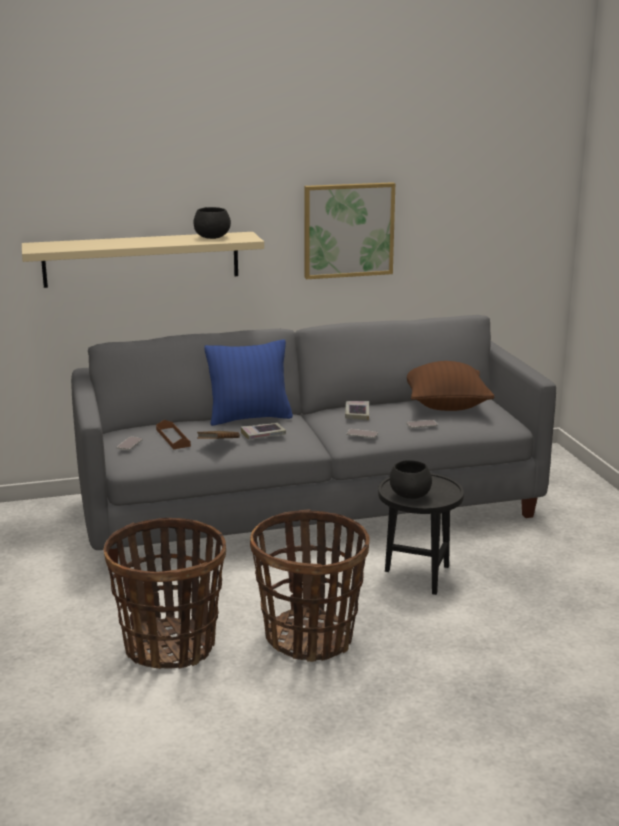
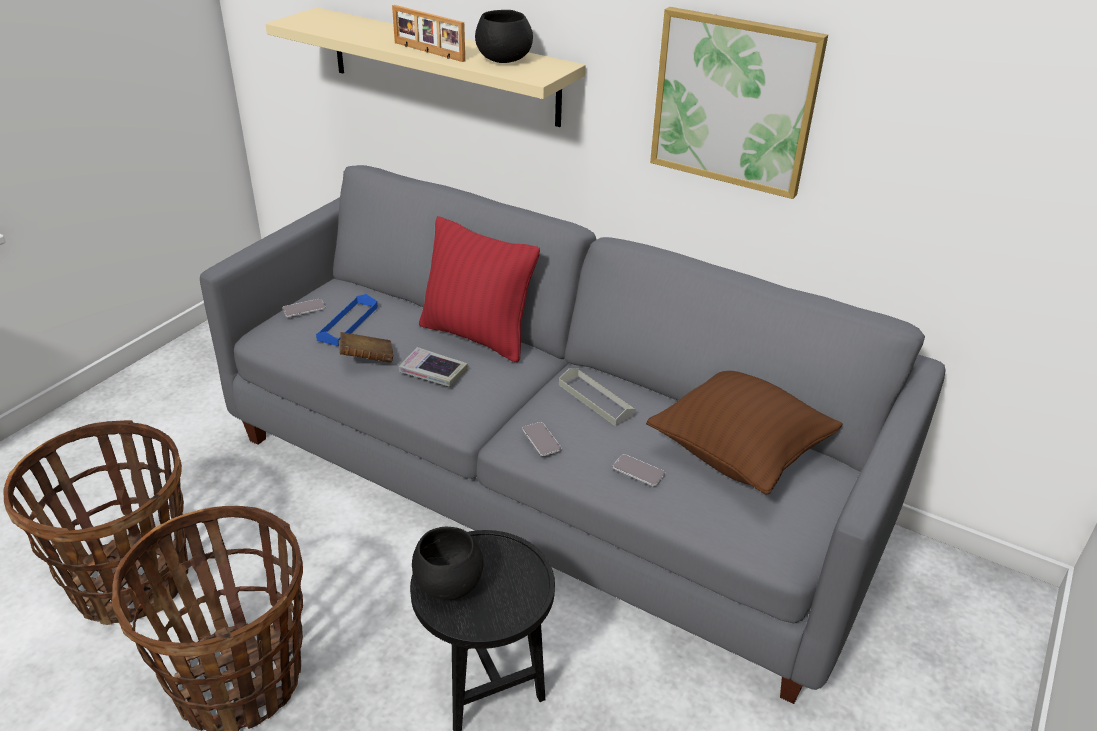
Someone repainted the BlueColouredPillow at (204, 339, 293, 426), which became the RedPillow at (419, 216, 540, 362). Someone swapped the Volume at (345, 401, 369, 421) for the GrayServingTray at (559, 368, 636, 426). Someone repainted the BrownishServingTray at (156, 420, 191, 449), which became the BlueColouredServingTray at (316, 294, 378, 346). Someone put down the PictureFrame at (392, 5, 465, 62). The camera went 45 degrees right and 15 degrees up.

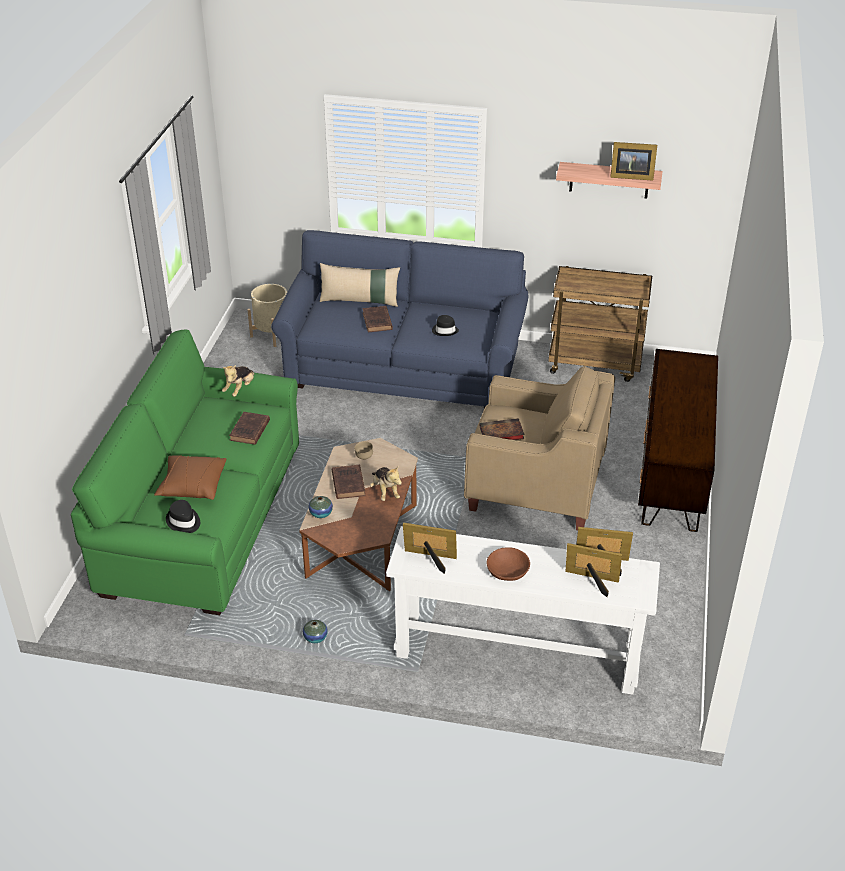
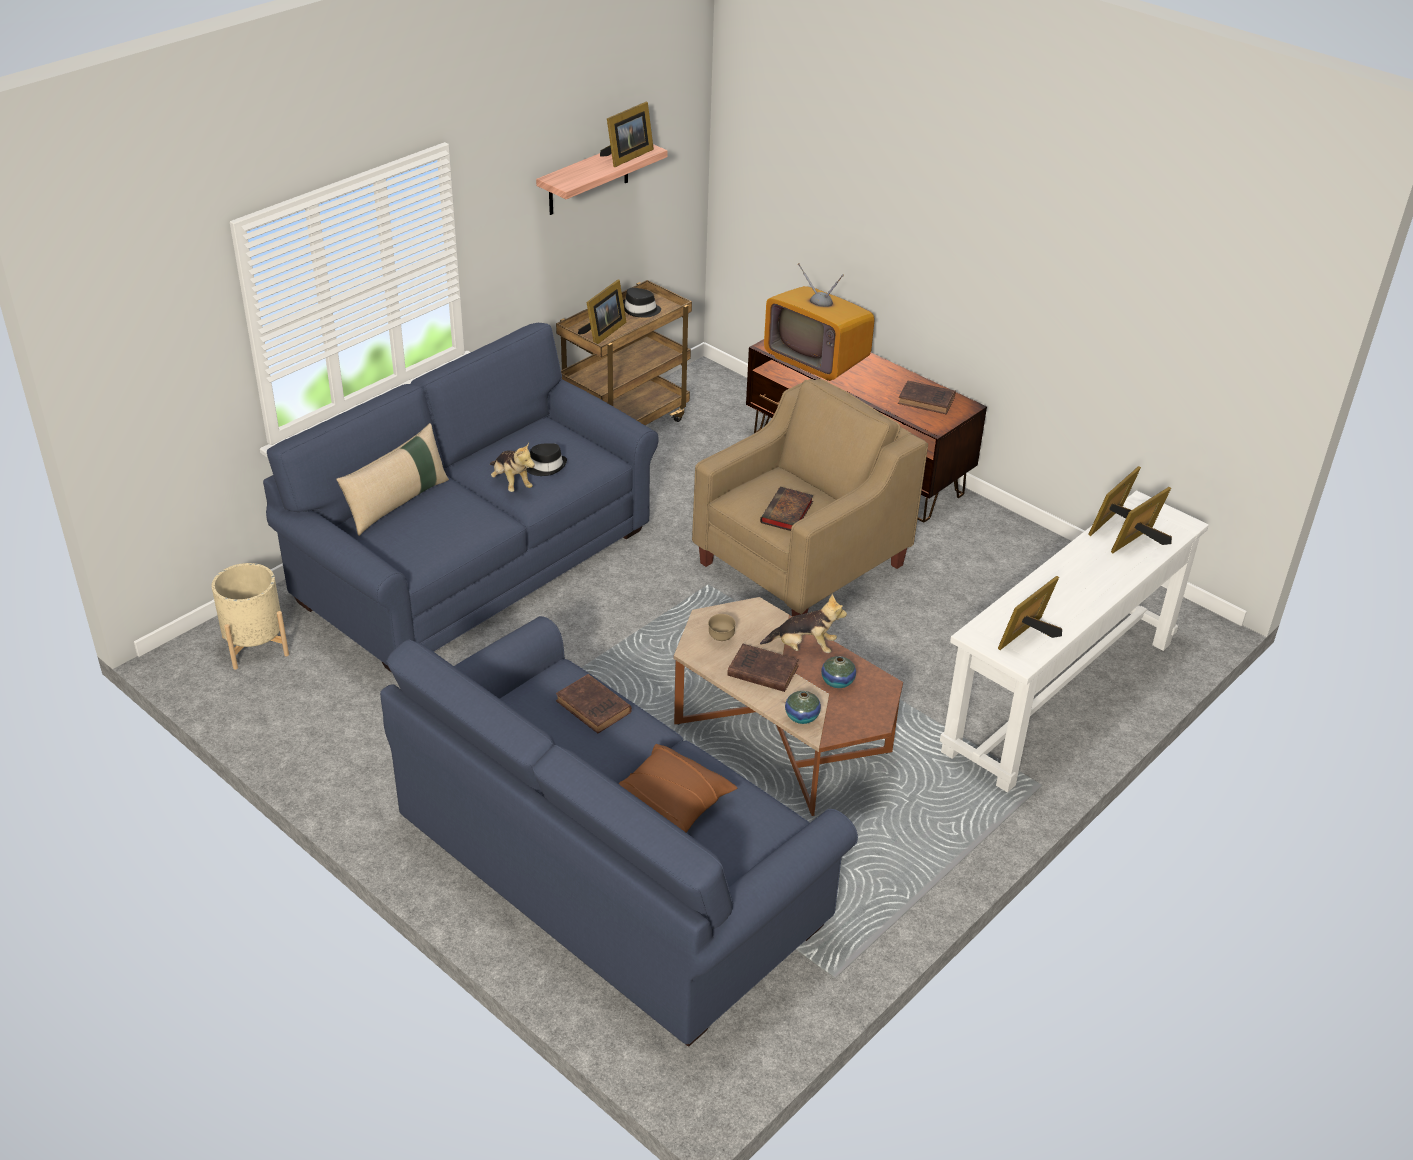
Someone carried the BrownishVolume from (362, 306, 393, 332) to (898, 380, 956, 414). Someone repainted the GreenishSofa at (71, 329, 299, 615), which became the BlueColouredSofa at (380, 616, 858, 1047). Someone carried the PlushToy from (222, 365, 255, 397) to (490, 442, 535, 492). Someone carried the BlackColouredWearableHat from (166, 500, 200, 533) to (623, 288, 661, 318). Someone took away the BrownishBowl at (487, 547, 530, 581). Someone carried the Vase from (303, 620, 328, 643) to (821, 656, 856, 688). Someone put down the TvSet at (764, 263, 875, 381). Someone put down the PictureFrame at (578, 280, 626, 344). The camera went 60 degrees left and 0 degrees up.

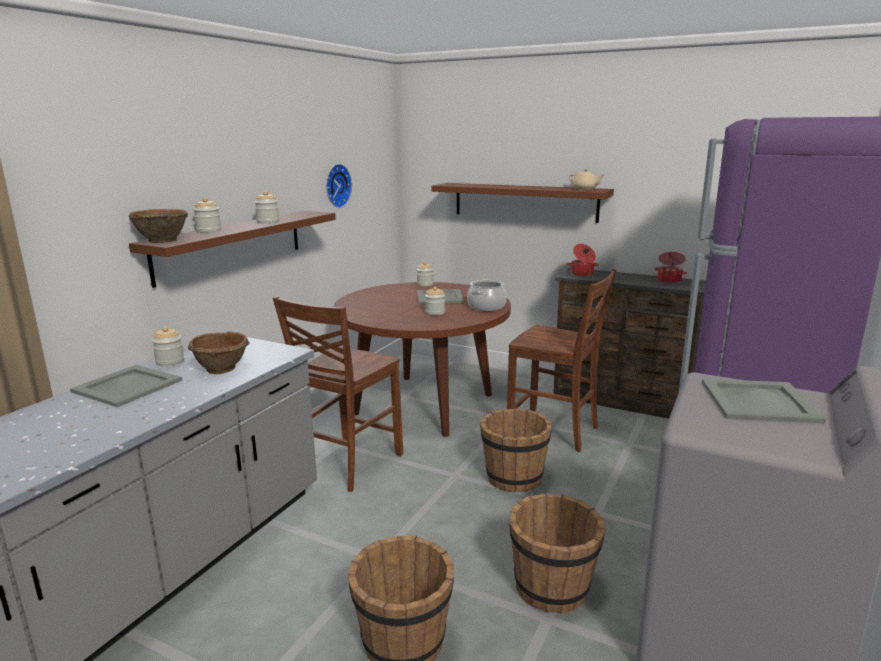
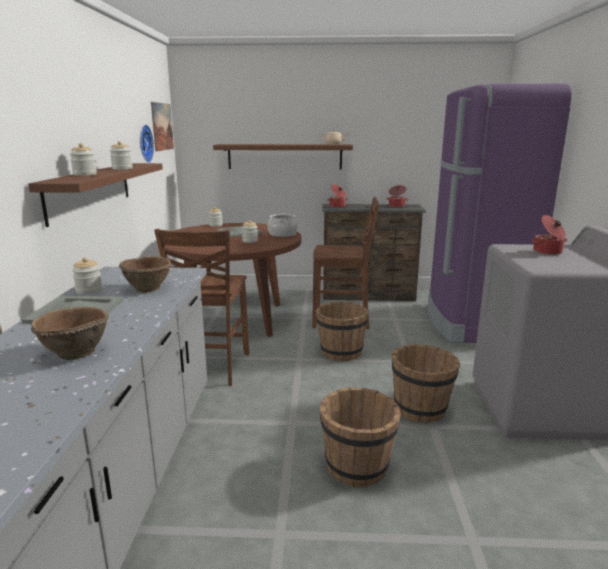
Someone carried the BrownishBowl from (129, 209, 188, 243) to (31, 307, 109, 360). Someone swapped the GrayServingTray at (702, 379, 826, 424) for the Stockpot at (531, 215, 568, 255). Someone put up the Picture at (151, 102, 174, 152). The camera went 25 degrees left and 0 degrees up.

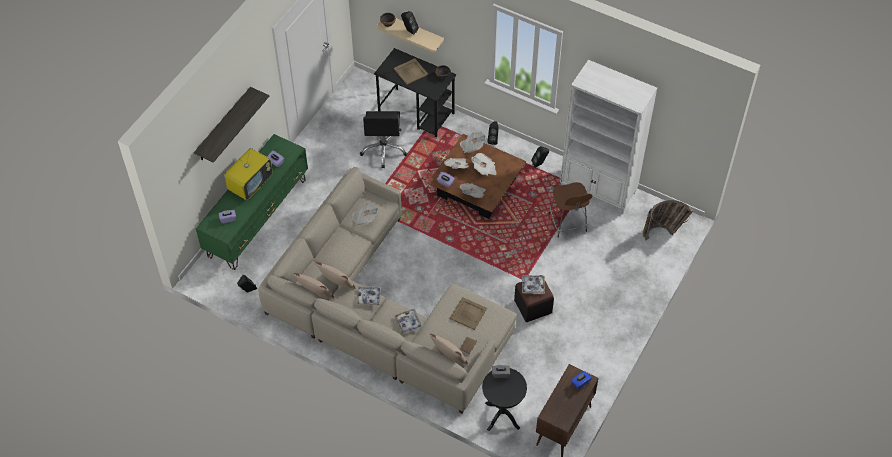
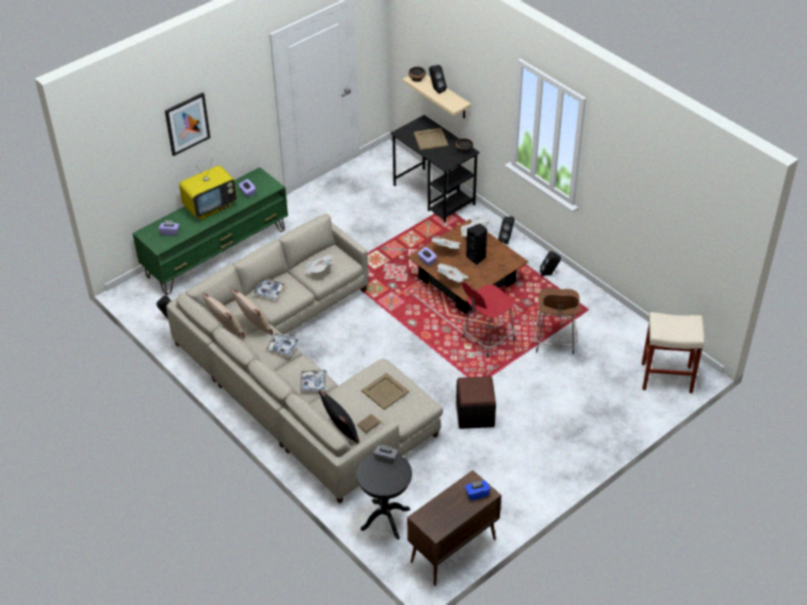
Someone took away the WhiteColouredBookcase at (560, 60, 657, 214). Someone swapped the BracketShelf at (194, 87, 269, 163) for the Picture at (165, 92, 211, 156). Someone took away the BlackColouredComputerChair at (360, 111, 408, 168). Someone swapped the PrintedPaper at (472, 153, 497, 176) for the BlackColouredSpeaker at (466, 224, 487, 265). Someone swapped the Basket at (643, 200, 693, 240) for the SandColouredStoolSeat at (642, 312, 704, 393). Someone carried the ServingTray from (522, 275, 545, 294) to (252, 279, 286, 300). Someone repainted the SandColouredPillow at (429, 334, 468, 365), which became the BlackColouredPillow at (319, 390, 359, 443). Someone put down the RedStoolSeat at (462, 282, 515, 358). The camera went 20 degrees right and 10 degrees down.

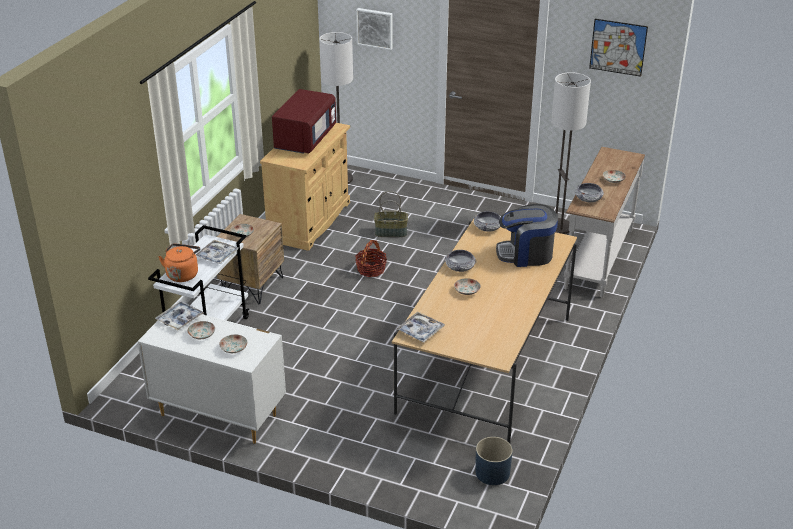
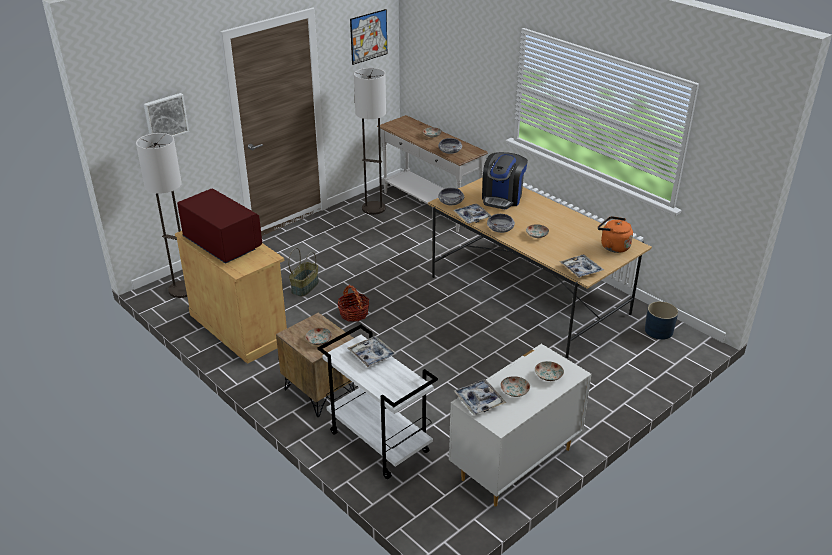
Someone carried the OrangeColouredKettle from (158, 243, 200, 282) to (598, 216, 633, 253). Someone put down the ServingTray at (453, 204, 491, 223). The camera went 65 degrees left and 0 degrees up.

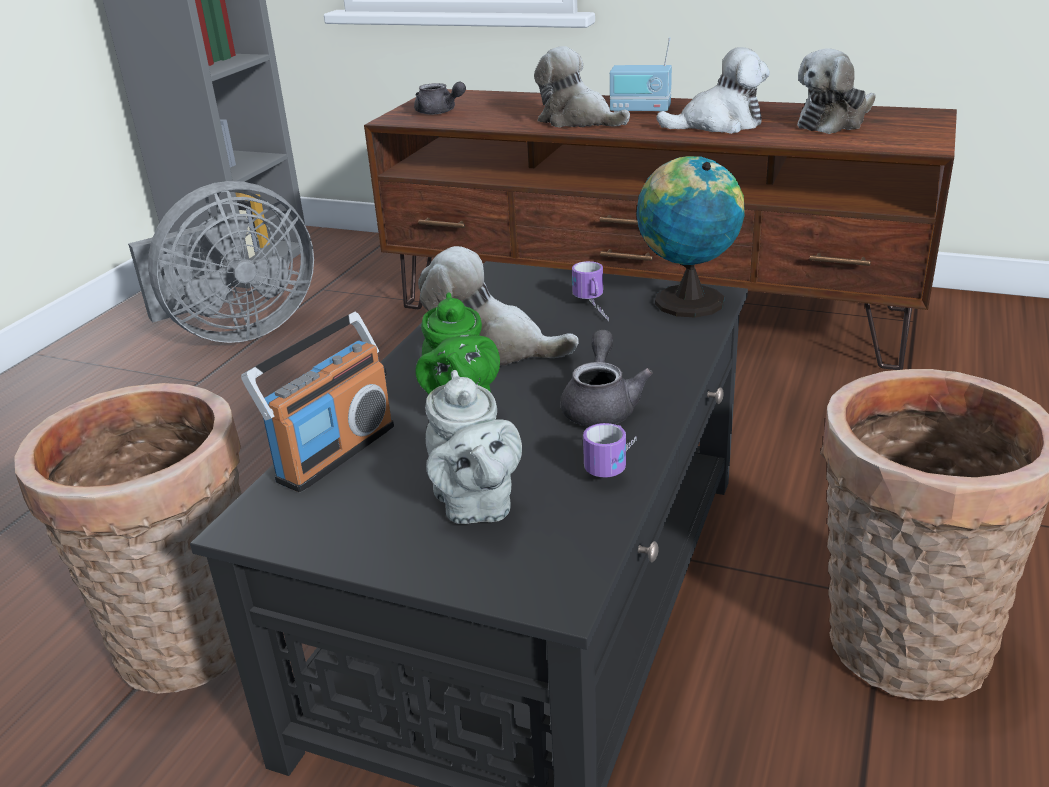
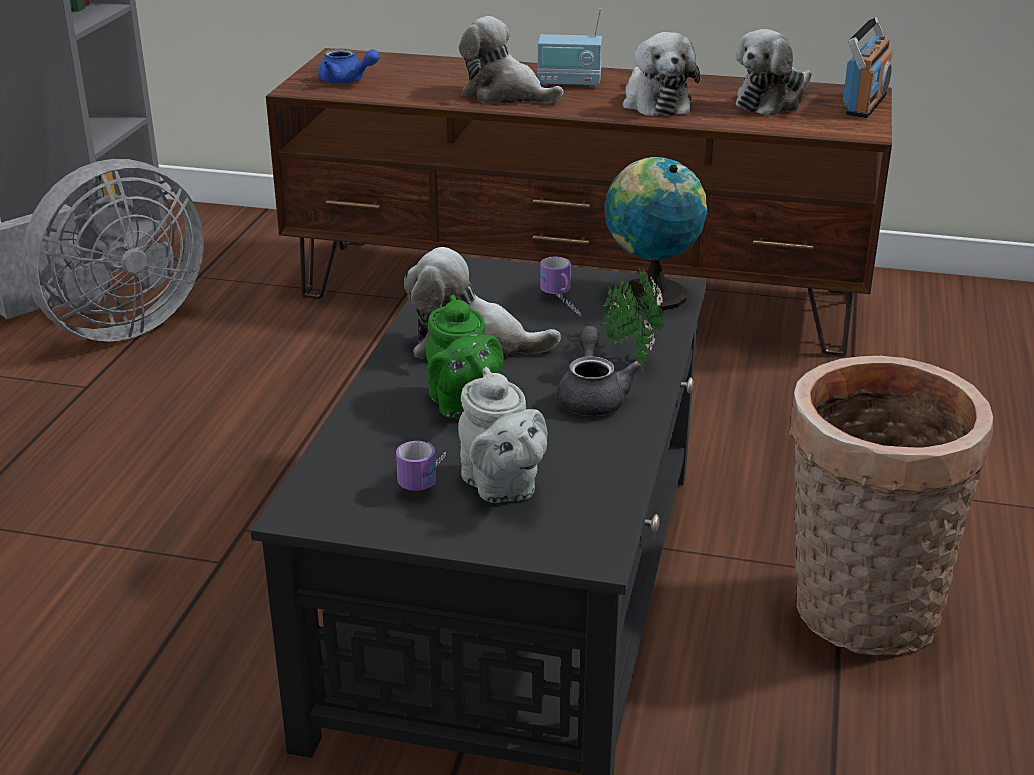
Someone rotated the PlushToy at (656, 47, 770, 134) by 90 degrees clockwise. Someone repainted the GrayTeapot at (414, 81, 466, 115), which became the BlueColouredTeapot at (318, 48, 380, 84). Someone carried the RadioReceiver from (241, 312, 394, 492) to (843, 17, 892, 118). Someone took away the Basket at (14, 383, 242, 693). Someone carried the Mug from (583, 423, 637, 478) to (396, 441, 446, 491). Someone put down the Houseplant at (598, 266, 666, 372). The camera went 10 degrees left and 0 degrees up.

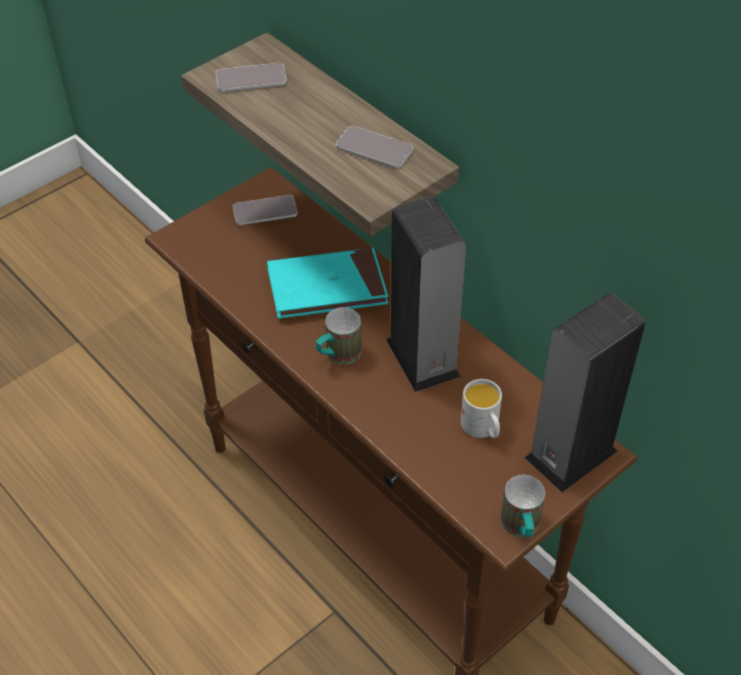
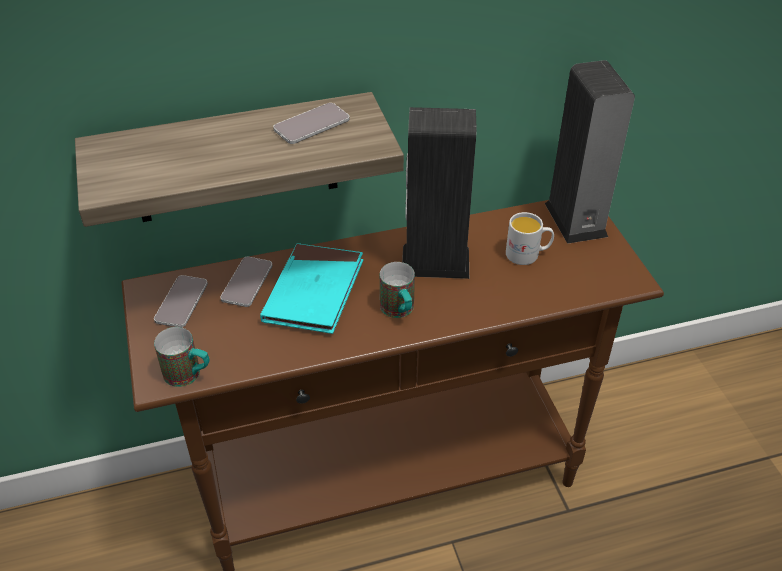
Someone carried the Telephone from (216, 63, 287, 92) to (220, 257, 272, 307). Someone carried the Mug from (500, 475, 545, 537) to (154, 327, 210, 387). The camera went 65 degrees left and 5 degrees down.

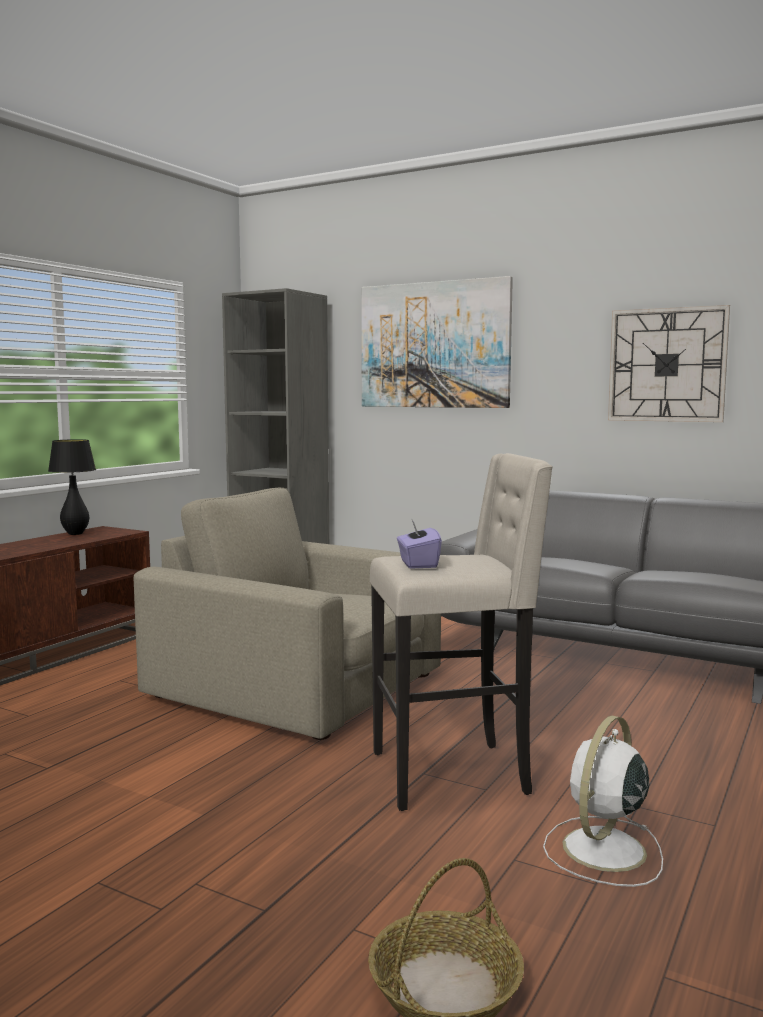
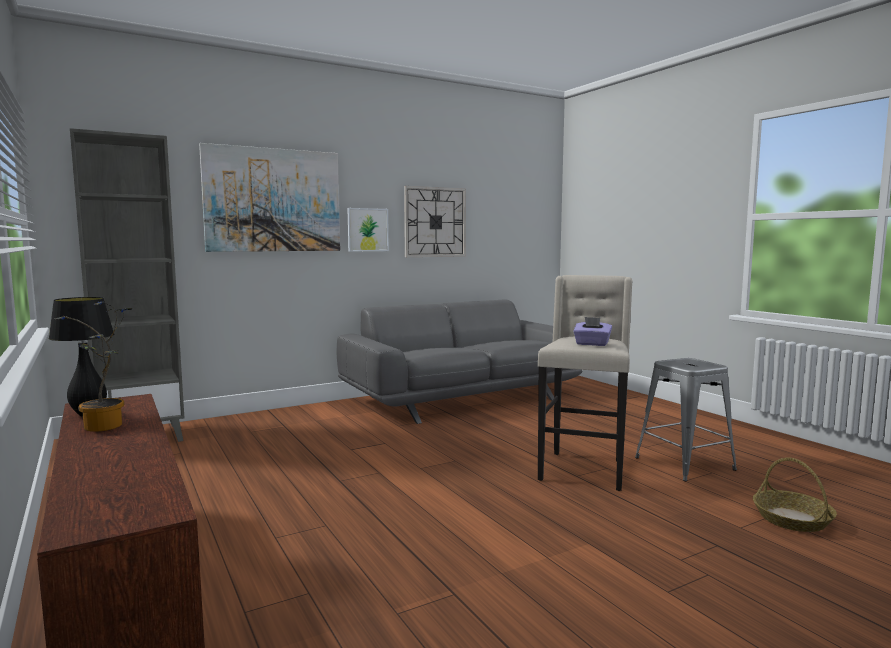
Someone took away the SandColouredArmchair at (134, 488, 441, 740). Someone swapped the WhiteColouredCoolingFan at (543, 715, 663, 887) for the GrayStoolSeat at (635, 358, 737, 481). Someone put up the Picture at (348, 208, 389, 252). Someone put down the Houseplant at (54, 302, 132, 432). The camera went 60 degrees left and 0 degrees up.

